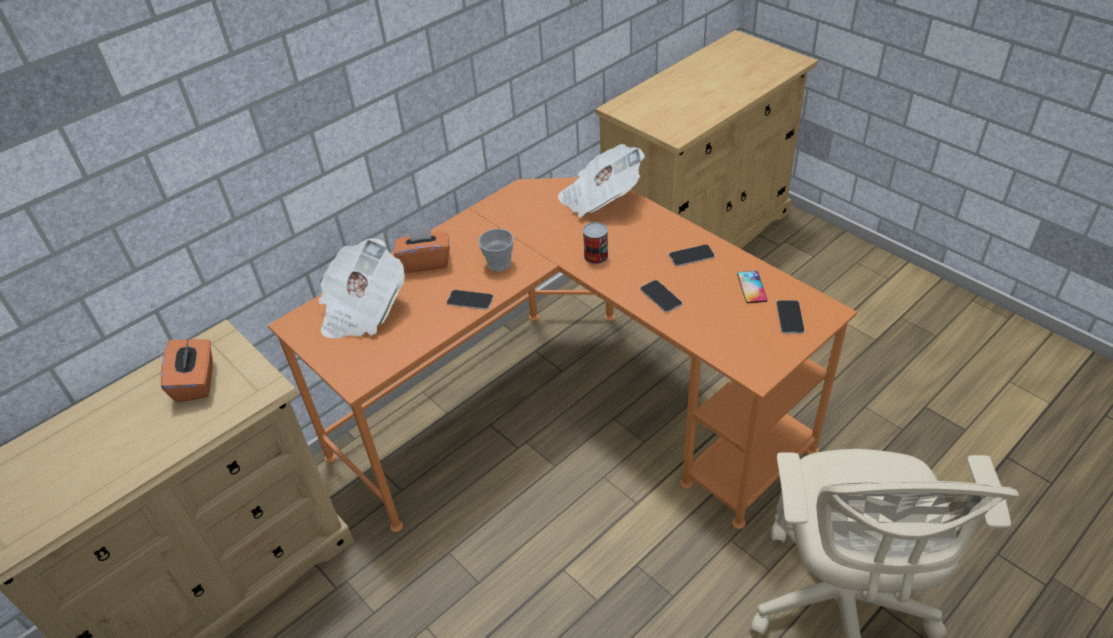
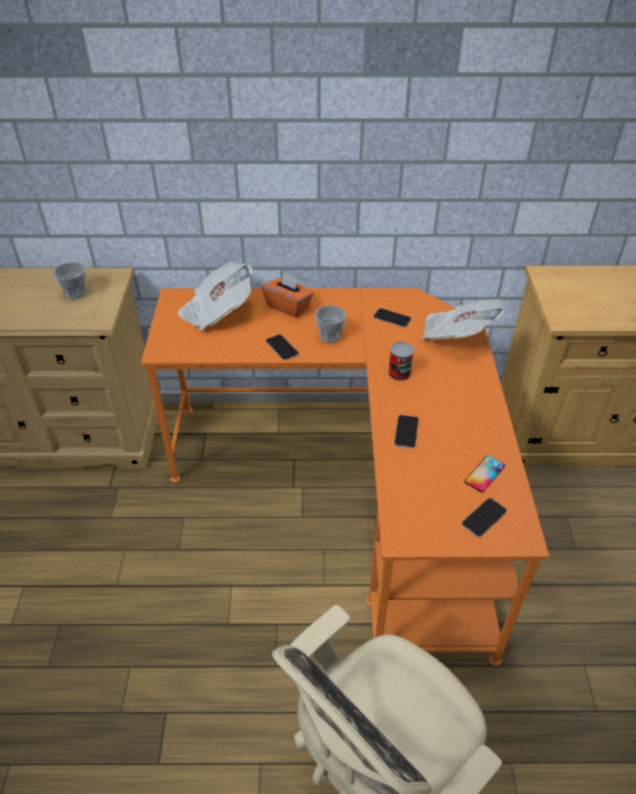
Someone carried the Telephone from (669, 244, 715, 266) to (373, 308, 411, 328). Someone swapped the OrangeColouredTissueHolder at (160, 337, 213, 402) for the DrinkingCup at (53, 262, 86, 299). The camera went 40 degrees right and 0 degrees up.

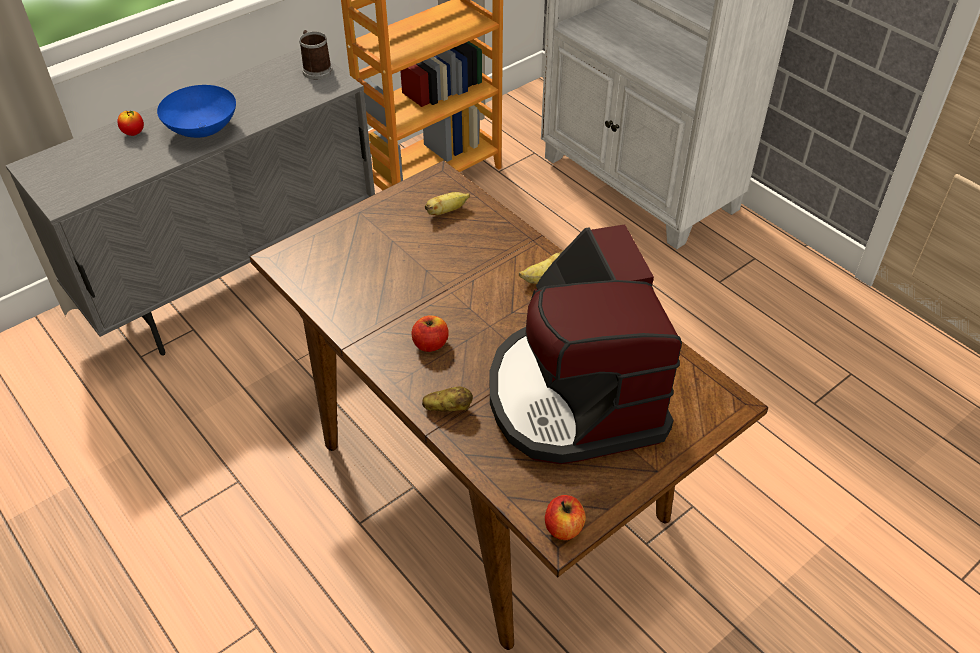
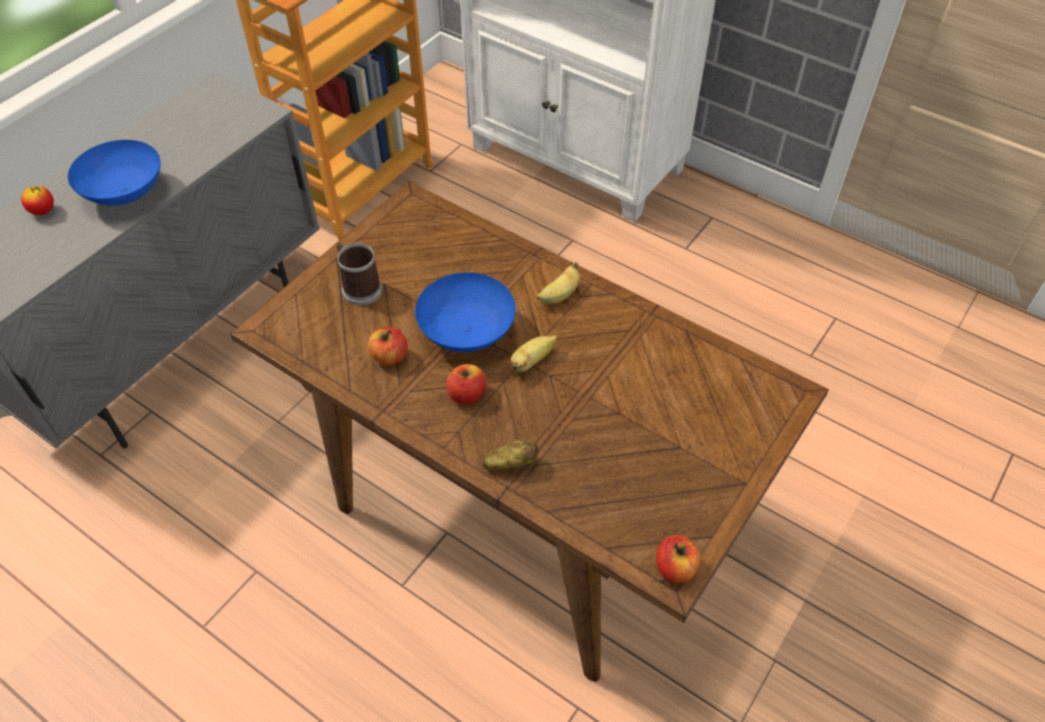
Someone carried the Mug from (299, 30, 333, 80) to (337, 243, 383, 306). Someone carried the Banana from (425, 192, 470, 215) to (510, 335, 557, 372). Someone took away the CoffeeBrewer at (490, 224, 682, 464). Someone put down the BlueColouredBowl at (415, 272, 516, 352). Someone put down the Apple at (368, 327, 408, 366). The camera went 15 degrees left and 5 degrees up.

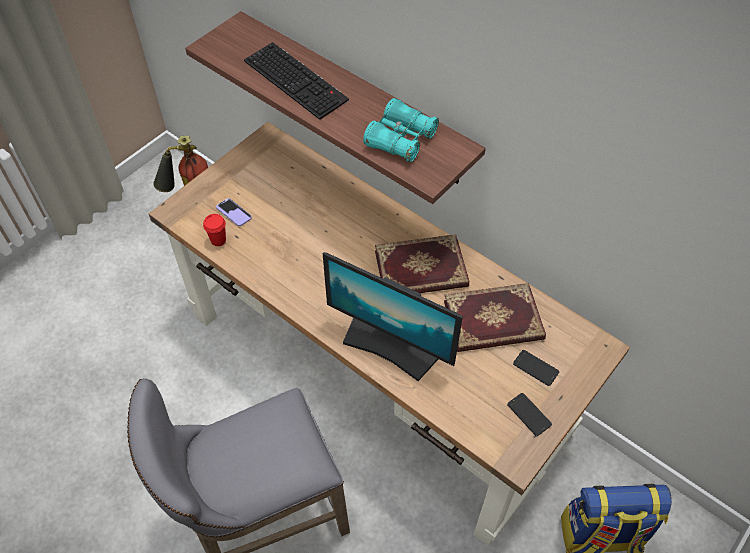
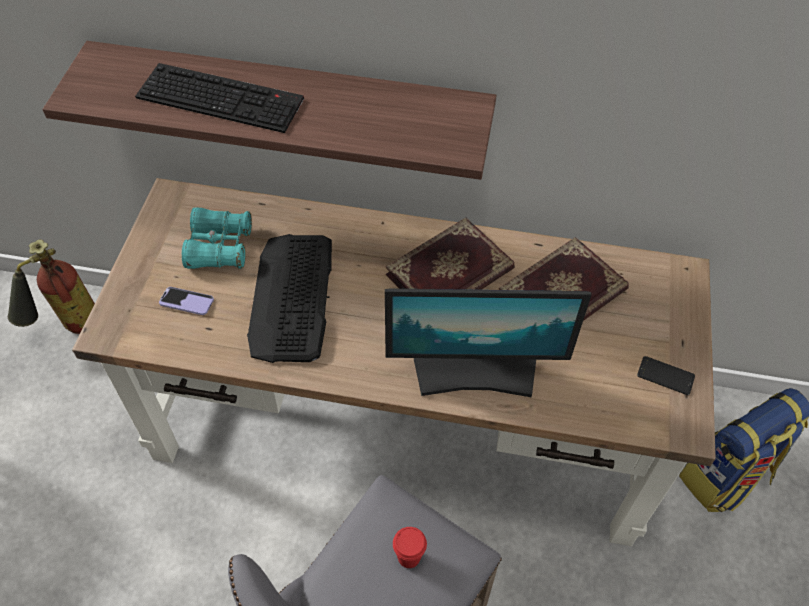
Someone carried the TurquoiseColouredBinoculars from (363, 98, 439, 162) to (182, 207, 252, 269). Someone carried the RedDrinkingCup from (203, 214, 226, 246) to (393, 527, 427, 568). Someone took away the Telephone at (513, 350, 559, 386). Someone put down the Keyboard at (247, 234, 332, 363). The camera went 30 degrees left and 0 degrees up.

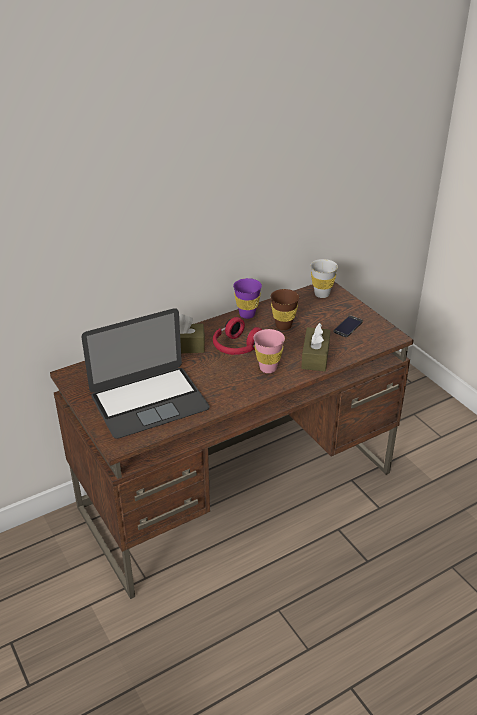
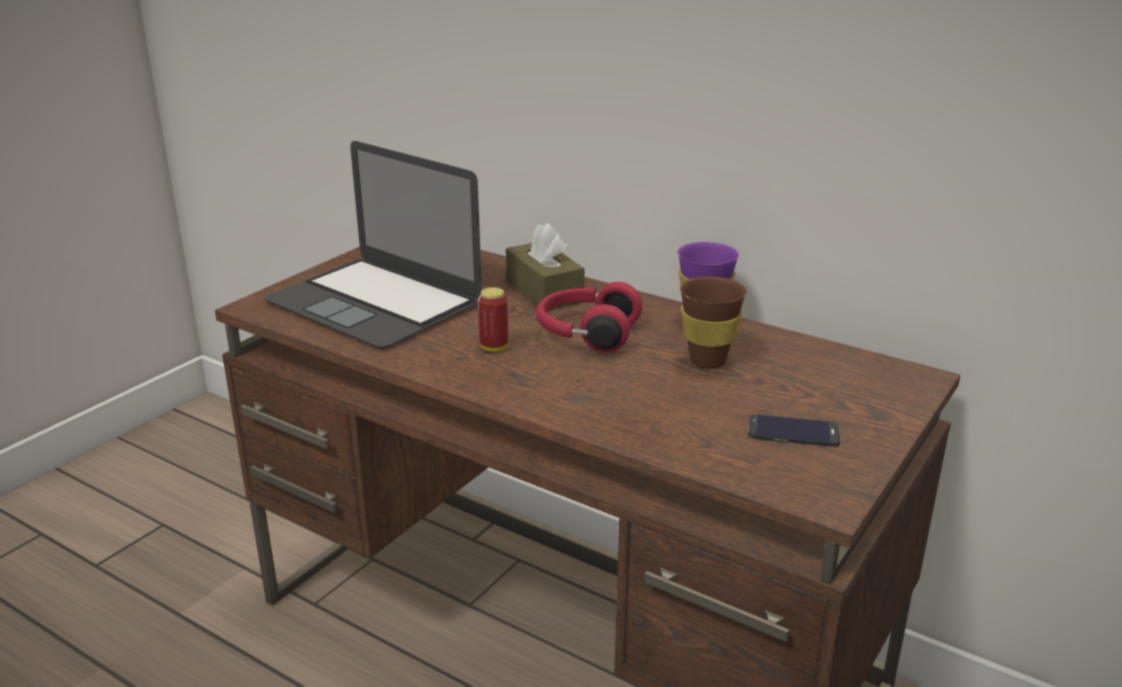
Someone took away the WhiteColouredDrinkingCup at (311, 259, 338, 298). Someone took away the BrownishTissueHolder at (301, 323, 331, 371). Someone took away the PinkDrinkingCup at (254, 329, 285, 373). Someone put down the Can at (478, 287, 508, 352). The camera went 65 degrees right and 10 degrees down.

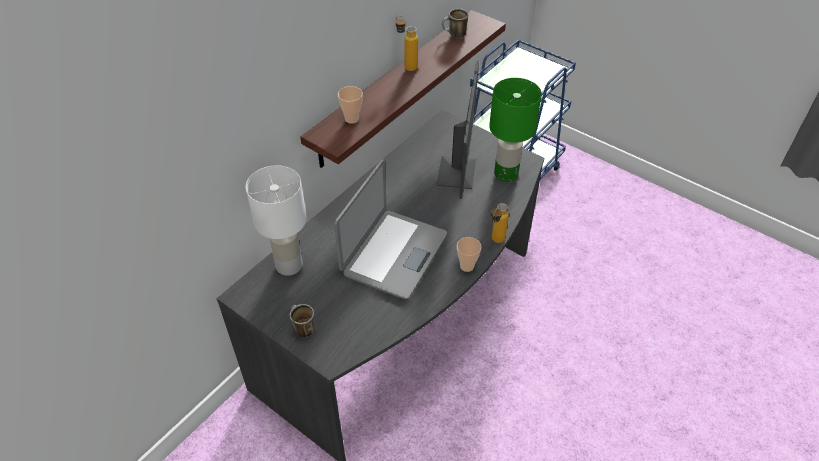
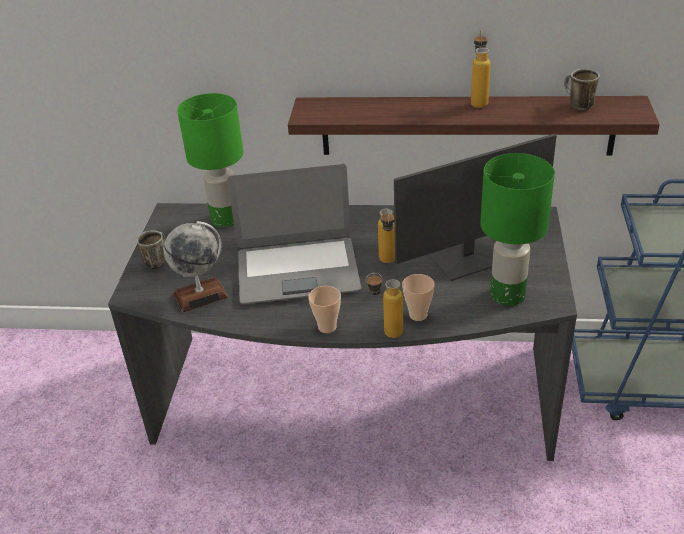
Someone carried the DrinkingCup from (338, 86, 363, 124) to (402, 274, 435, 321). Someone repainted the WhiteColouredLampForATable at (246, 165, 307, 276), which became the GreenishLampForATable at (177, 93, 243, 228). Someone put down the BeverageBottle at (378, 209, 395, 263). Someone put down the DeskGlobe at (164, 221, 228, 312). The camera went 60 degrees right and 10 degrees down.

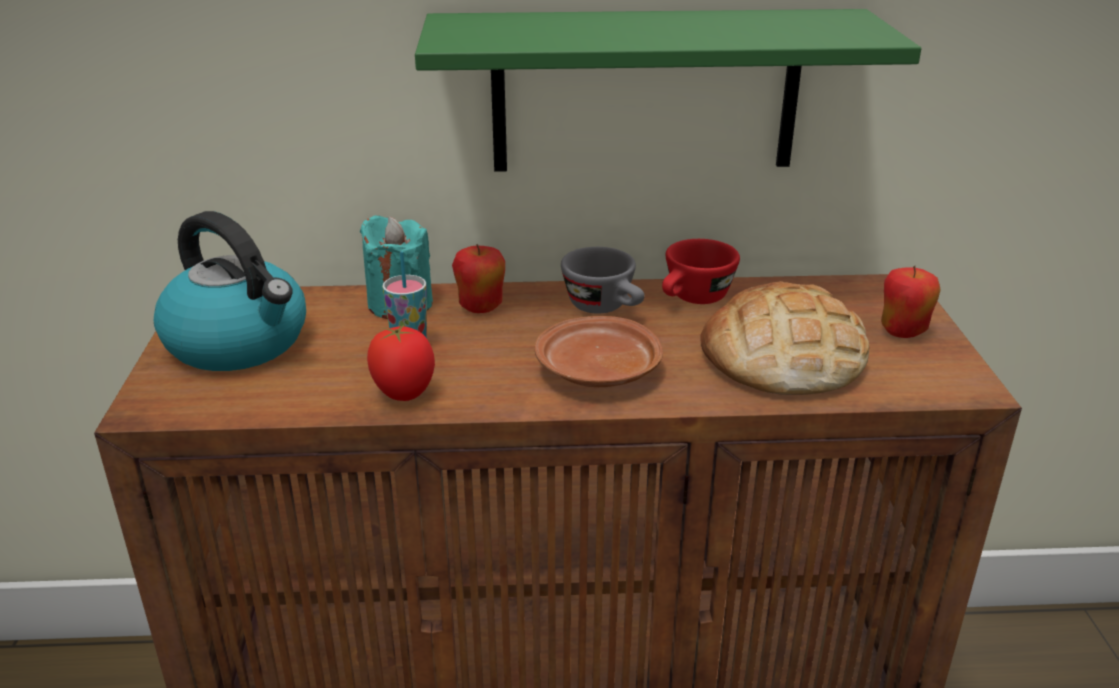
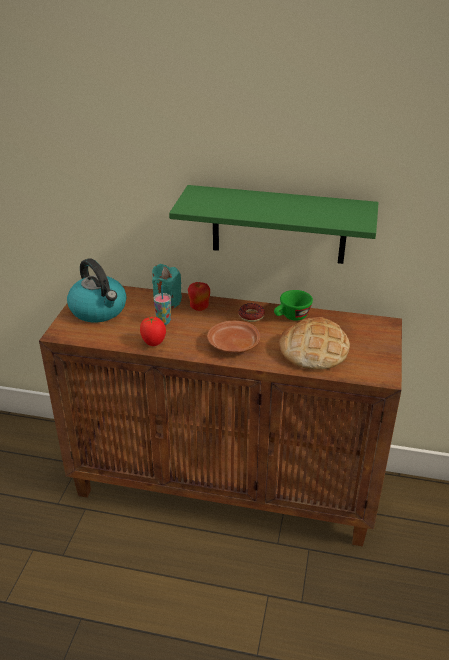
Someone repainted the RedDrinkingCup at (662, 239, 740, 304), which became the GreenishDrinkingCup at (274, 290, 313, 321). Someone swapped the GrayDrinkingCup at (561, 247, 645, 314) for the Doughnut at (238, 303, 265, 322). Someone took away the Apple at (881, 266, 941, 338). The camera went 15 degrees right and 5 degrees up.

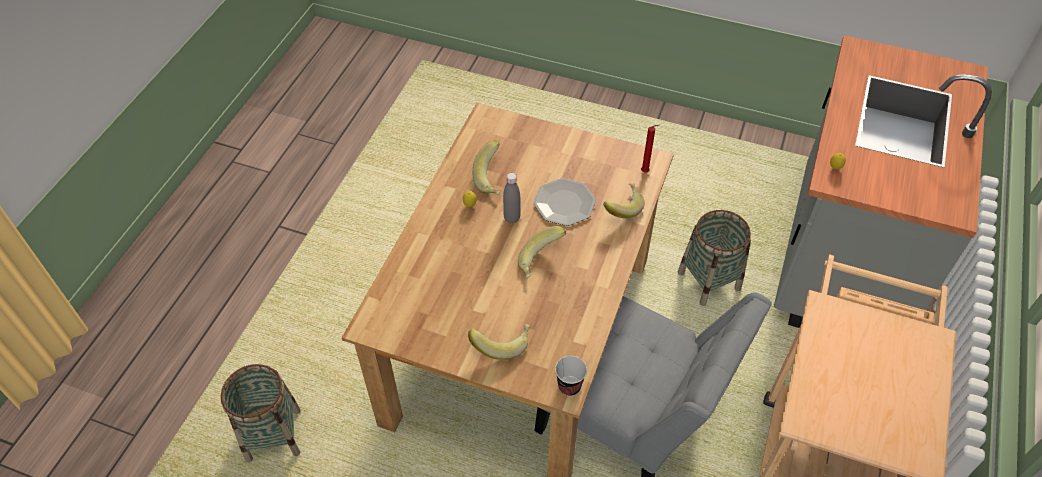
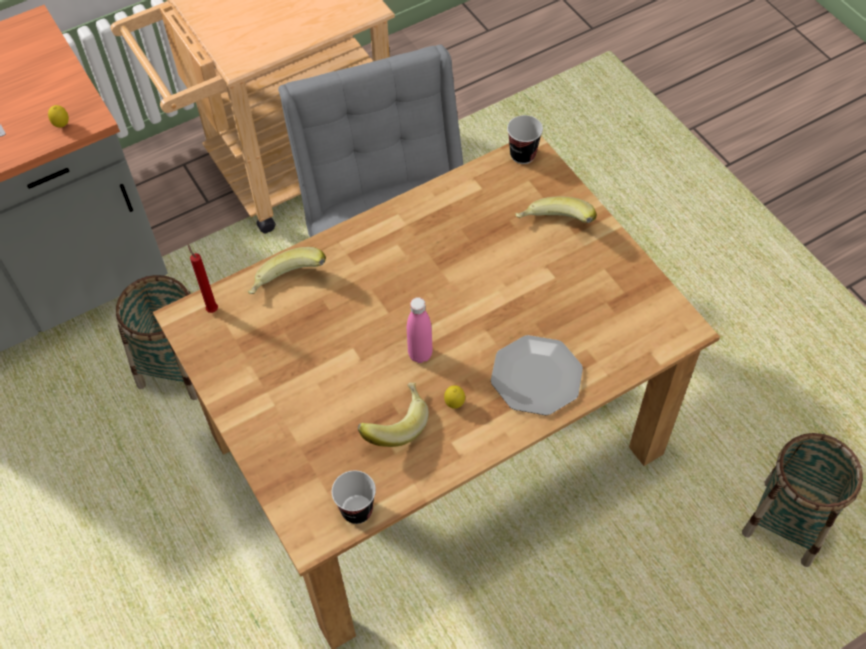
Someone repainted the GrayBeverageBottle at (503, 173, 521, 223), which became the PinkBeverageBottle at (407, 297, 433, 363). Someone carried the DinnerPlate from (534, 178, 596, 226) to (491, 335, 583, 415). Someone took away the Banana at (518, 226, 566, 278). Someone put down the DrinkingCup at (332, 470, 376, 524). The camera went 140 degrees left and 5 degrees up.

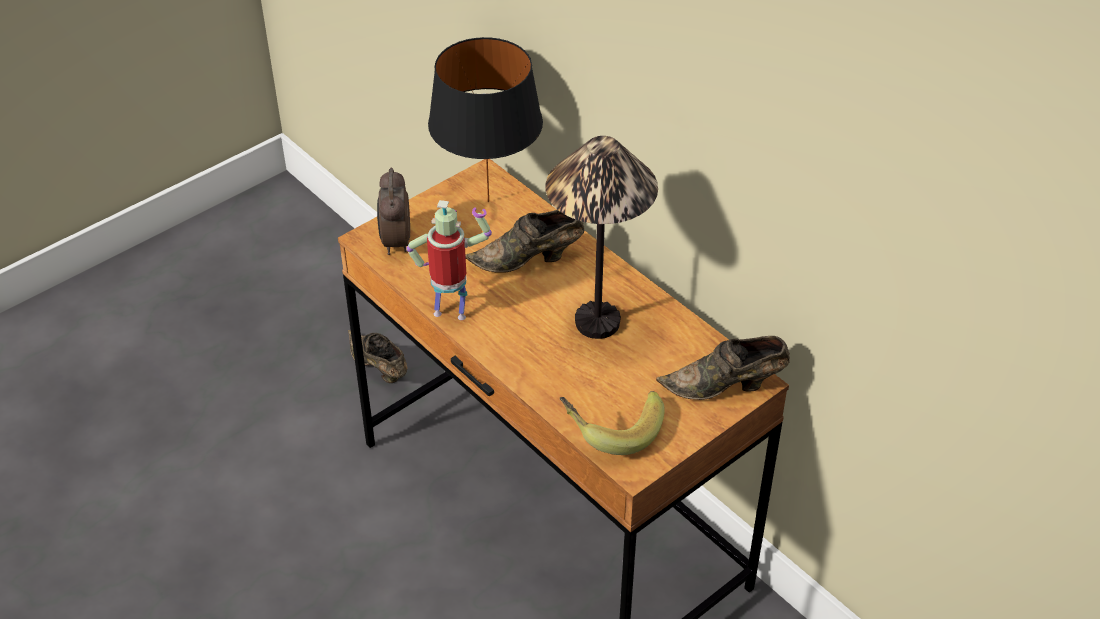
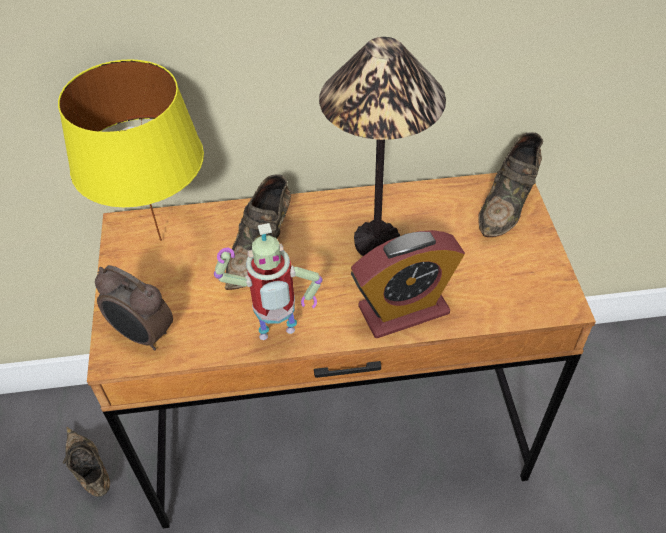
Someone repainted the BlackColouredLampForATable at (428, 37, 543, 202), which became the YellowColouredLampForATable at (58, 59, 204, 241). Someone rotated the RobotFigure at (406, 200, 492, 320) by 150 degrees counterclockwise. Someone rotated the BrownishItemOfFootwear at (348, 330, 407, 383) by 60 degrees clockwise. Someone took away the Banana at (560, 391, 665, 455). Someone put down the BedsideClock at (351, 230, 465, 338). The camera went 55 degrees left and 5 degrees up.

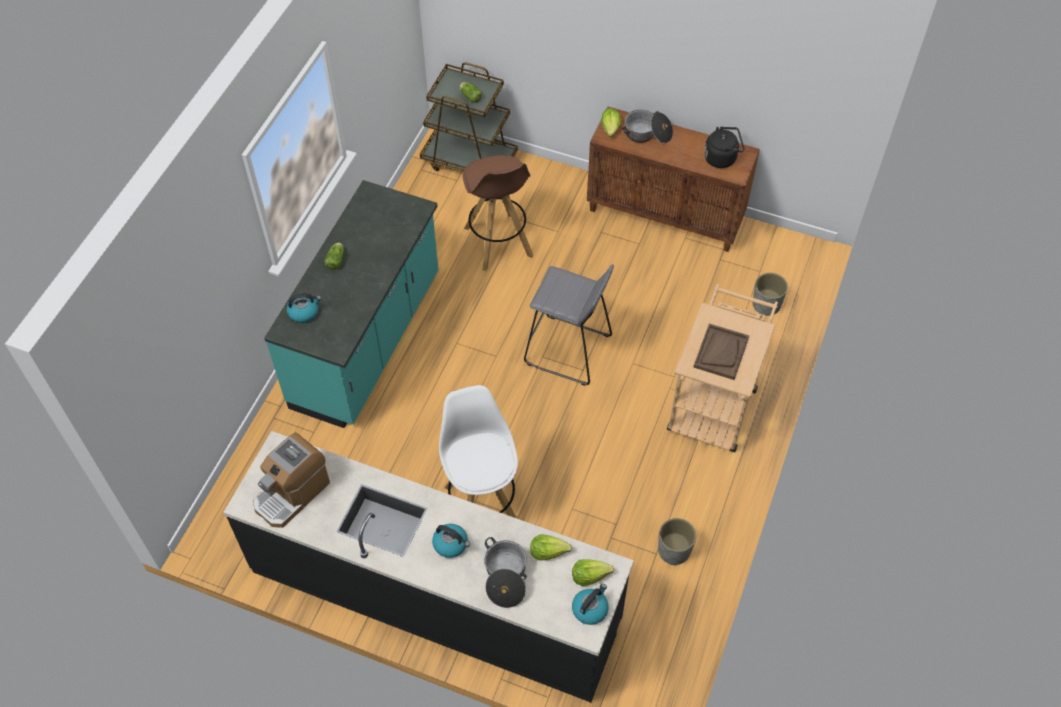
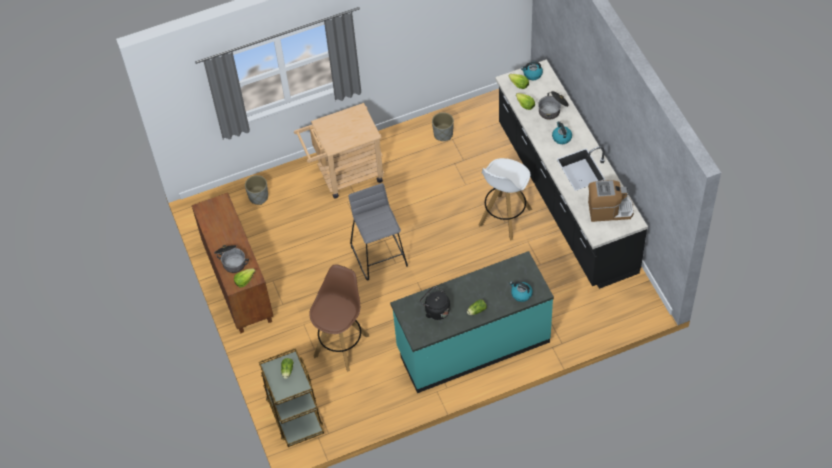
Someone carried the BlackColouredKettle from (704, 127, 744, 168) to (420, 286, 450, 320). Someone took away the BrownishServingTray at (693, 323, 749, 380). The camera went 130 degrees left and 0 degrees up.

